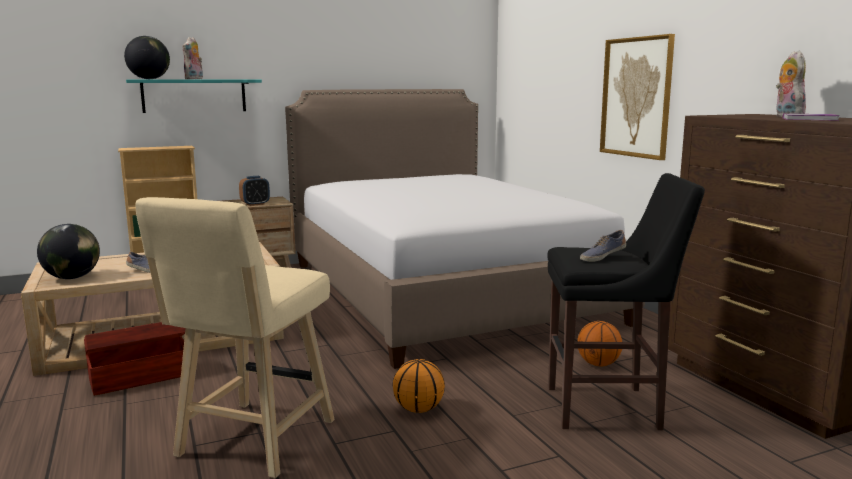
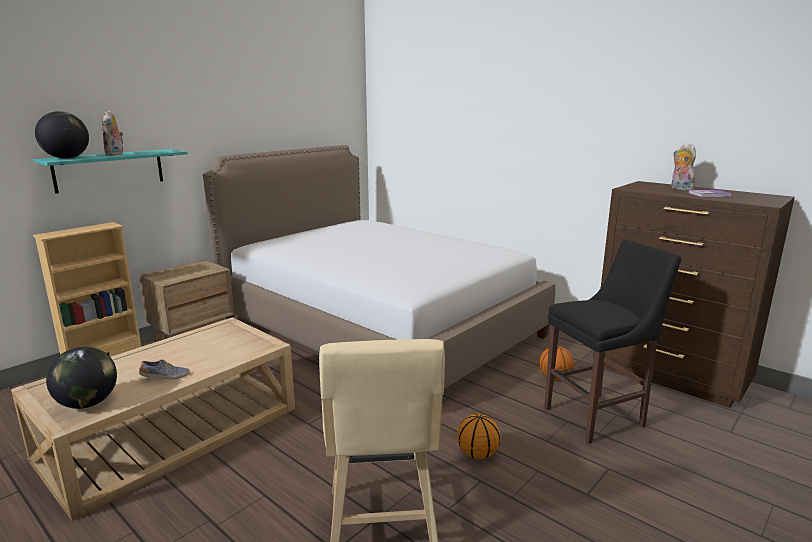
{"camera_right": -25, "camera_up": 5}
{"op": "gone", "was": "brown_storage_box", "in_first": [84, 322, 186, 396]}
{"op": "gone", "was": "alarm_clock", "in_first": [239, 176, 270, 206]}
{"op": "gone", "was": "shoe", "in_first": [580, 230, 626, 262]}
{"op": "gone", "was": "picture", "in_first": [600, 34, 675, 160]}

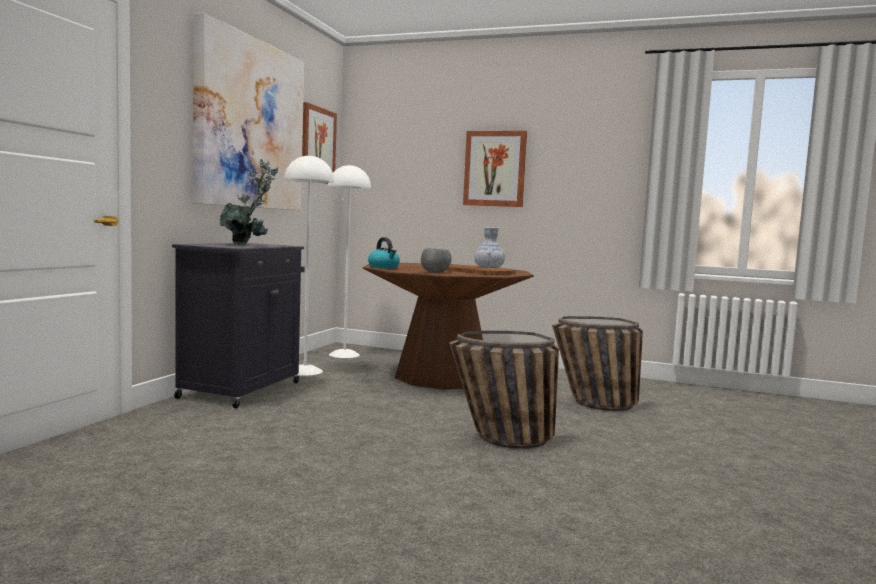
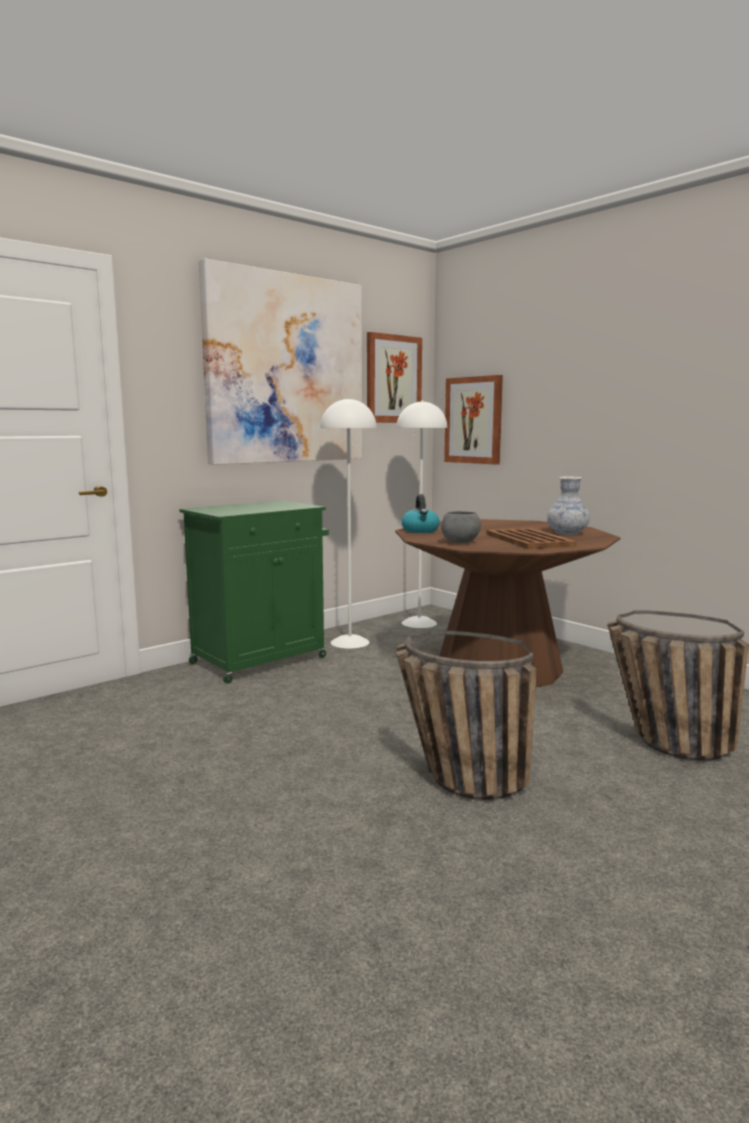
{"camera_right": 30, "camera_up": 5}
{"op": "repainted", "was": "black_cabinet", "now": "green_cabinet", "in_first": [172, 243, 304, 408], "in_second": [179, 500, 329, 684]}
{"op": "gone", "was": "potted_plant", "in_first": [220, 159, 278, 246]}
{"op": "shifted", "was": "picture", "in_first": [463, 131, 527, 207], "in_second": [444, 375, 503, 465]}

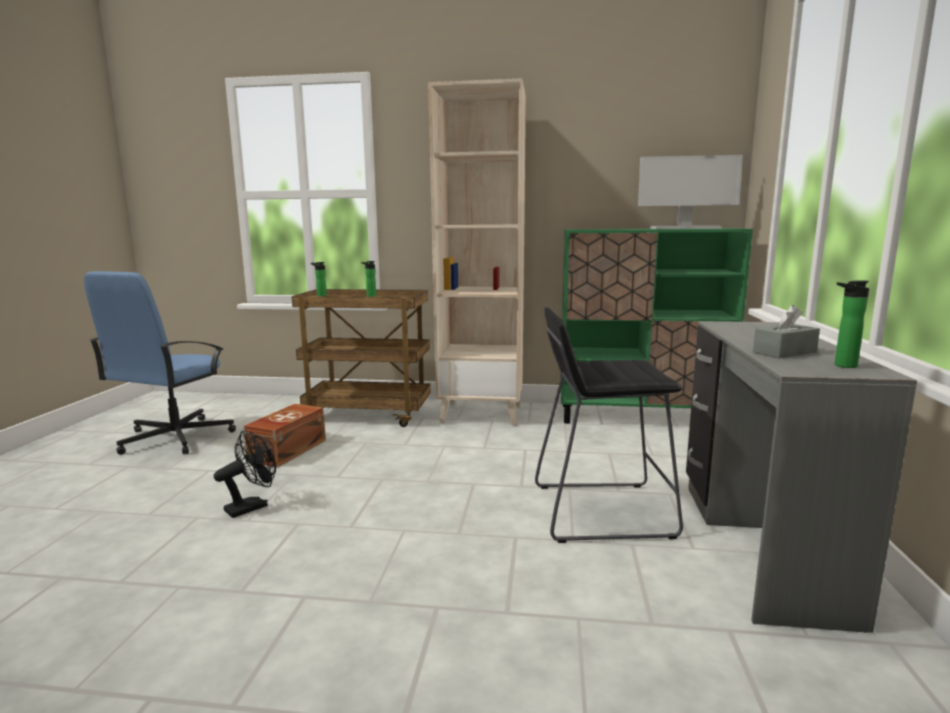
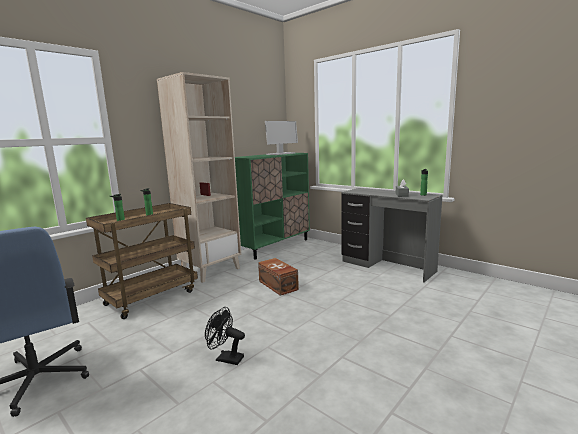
{"camera_right": -55, "camera_up": 0}
{"op": "rotated", "was": "black_fan", "in_first": [214, 430, 276, 518], "in_second": [205, 307, 245, 365], "clockwise": -60}
{"op": "shifted", "was": "brown_storage_box", "in_first": [244, 404, 326, 468], "in_second": [258, 258, 299, 296]}
{"op": "gone", "was": "black_stool", "in_first": [535, 307, 683, 543]}

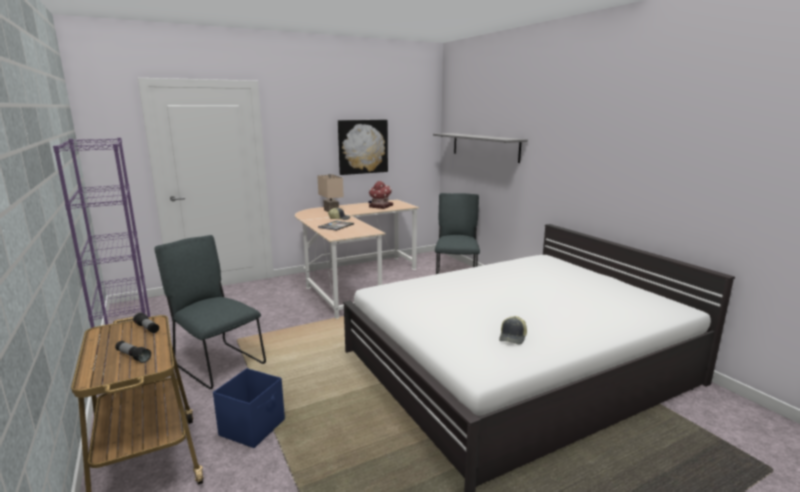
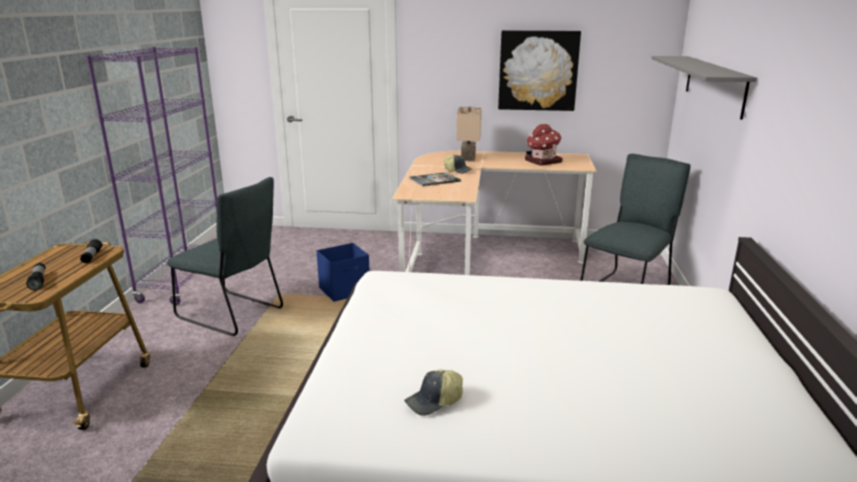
{"camera_right": 35, "camera_up": 5}
{"op": "rotated", "was": "grey_chair", "in_first": [155, 235, 266, 389], "in_second": [167, 177, 283, 336], "clockwise": 135}
{"op": "shifted", "was": "blue_storage_box", "in_first": [213, 368, 285, 448], "in_second": [317, 243, 370, 302]}

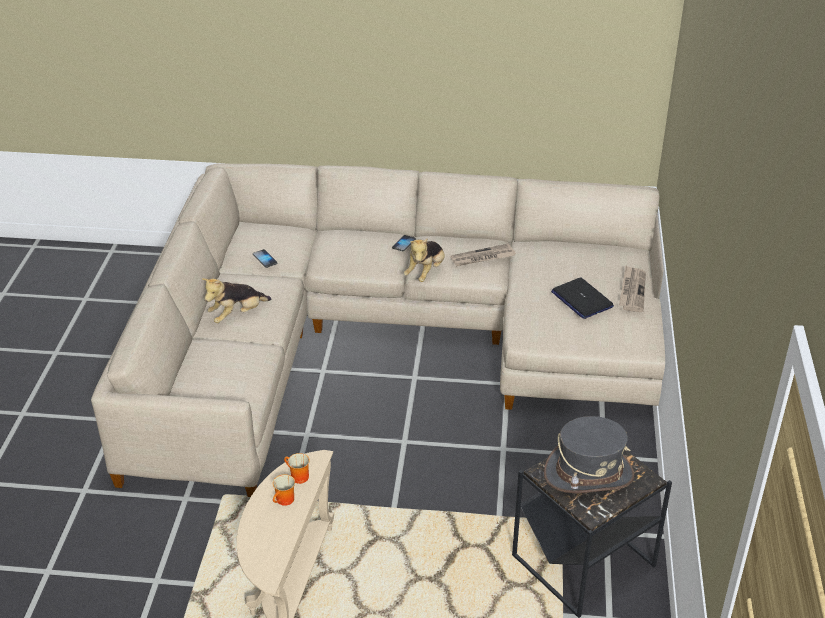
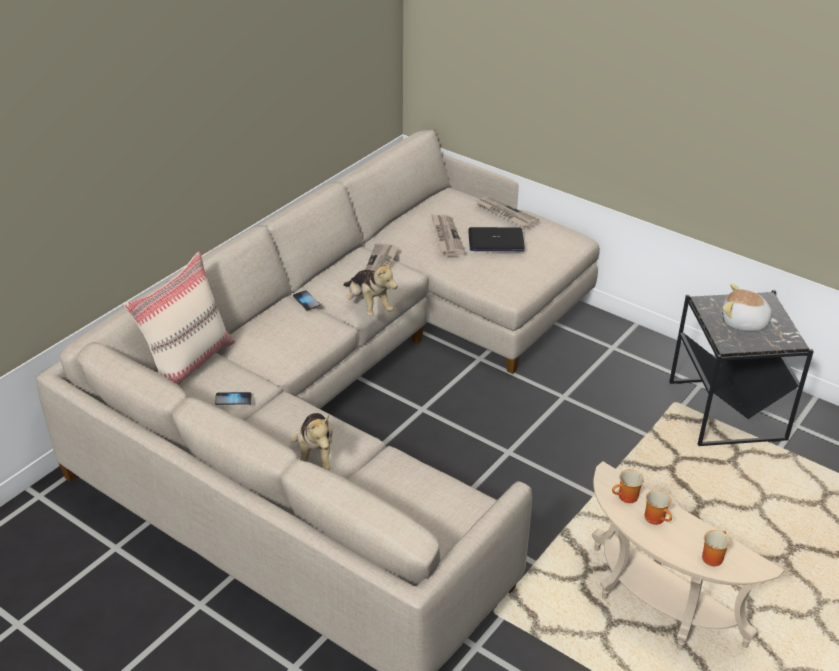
{"camera_right": -60, "camera_up": 0}
{"op": "swapped", "was": "grey_hat", "now": "plush_toy", "in_first": [544, 416, 634, 493], "in_second": [722, 284, 778, 332]}
{"op": "new", "now": "beige_pillow", "in_second": [124, 252, 235, 385]}
{"op": "new", "now": "newspaper", "in_second": [431, 214, 465, 256]}
{"op": "new", "now": "mug", "in_second": [702, 530, 730, 566]}

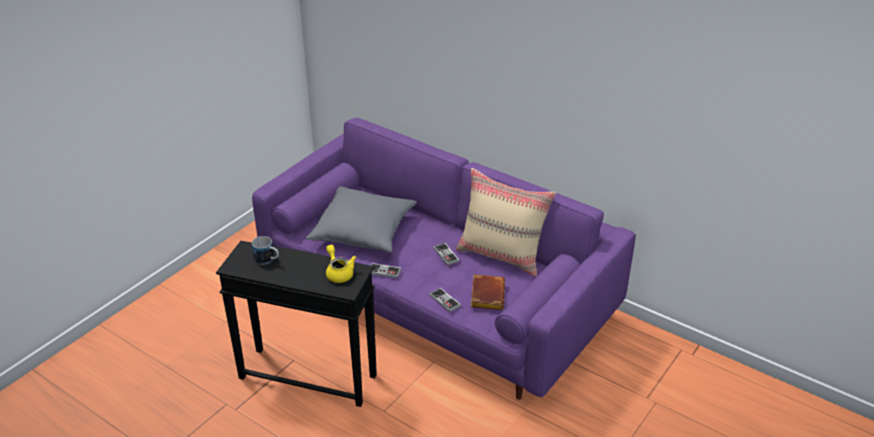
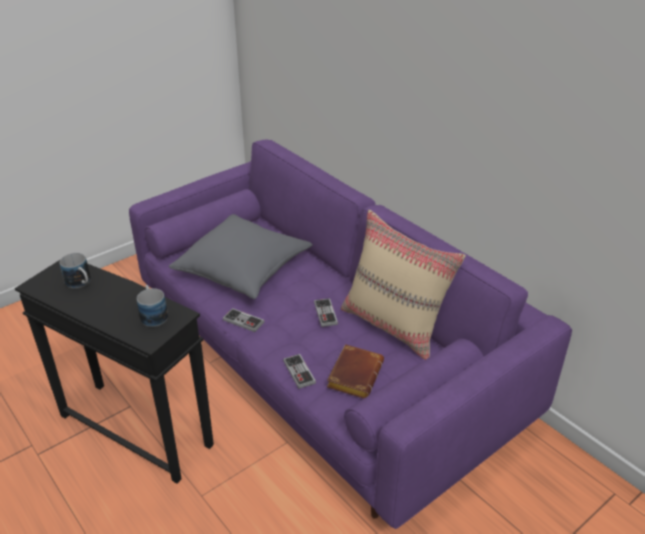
{"camera_right": 15, "camera_up": 0}
{"op": "swapped", "was": "yellow_teapot", "now": "mug", "in_first": [326, 245, 356, 283], "in_second": [137, 285, 168, 327]}

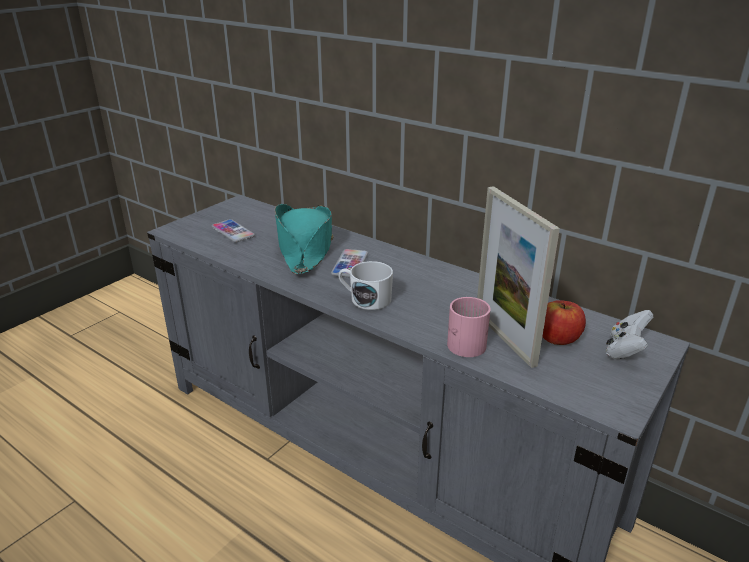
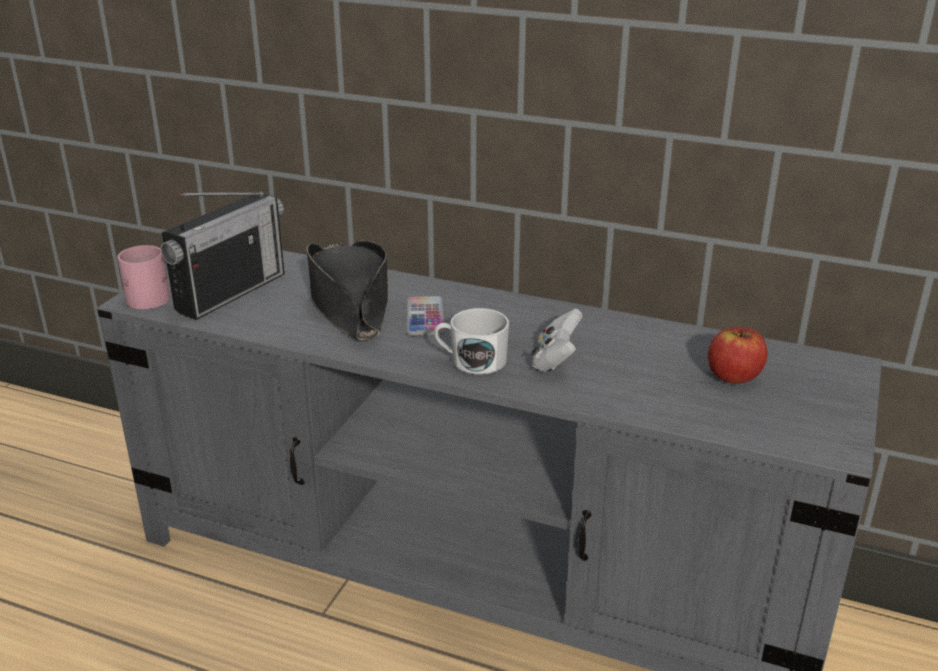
{"camera_right": -15, "camera_up": 0}
{"op": "swapped", "was": "phone", "now": "radio", "in_first": [212, 219, 255, 243], "in_second": [161, 191, 285, 320]}
{"op": "repainted", "was": "turquoise_hat", "now": "black_hat", "in_first": [275, 204, 333, 274], "in_second": [307, 240, 389, 340]}
{"op": "shifted", "was": "pink_mug", "in_first": [447, 297, 491, 357], "in_second": [117, 245, 170, 309]}
{"op": "gone", "was": "picture_frame", "in_first": [477, 186, 560, 368]}
{"op": "shifted", "was": "white_game_controller", "in_first": [606, 310, 653, 359], "in_second": [531, 309, 582, 372]}

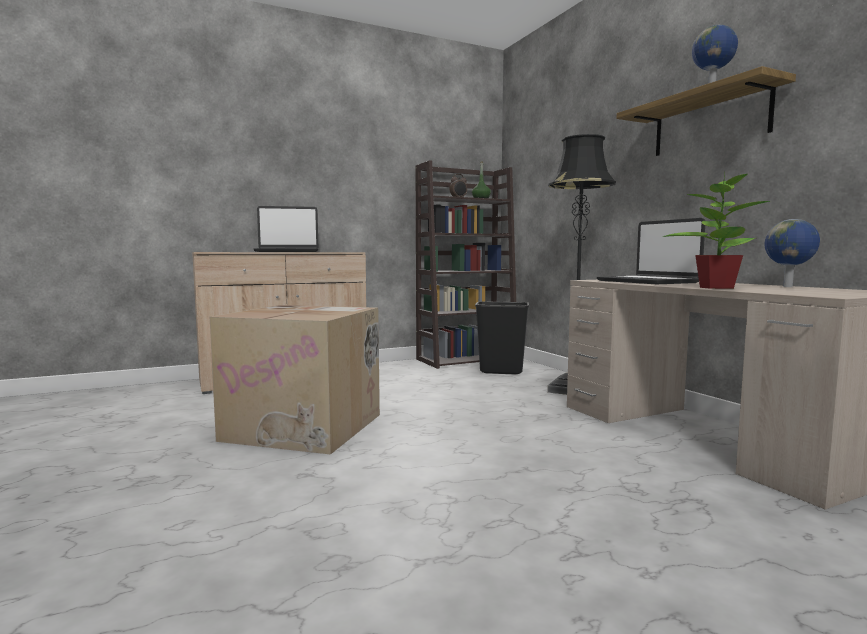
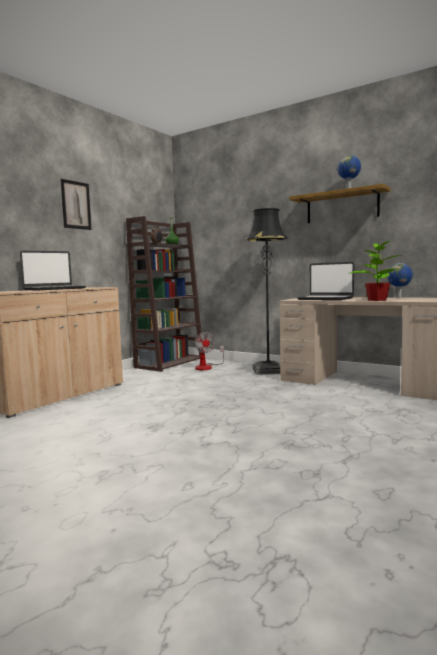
{"camera_right": -30, "camera_up": 0}
{"op": "gone", "was": "cardboard_box", "in_first": [210, 305, 380, 454]}
{"op": "swapped", "was": "black_trash_can", "now": "fan", "in_first": [475, 301, 529, 374], "in_second": [195, 332, 224, 370]}
{"op": "new", "now": "picture", "in_second": [61, 179, 91, 230]}

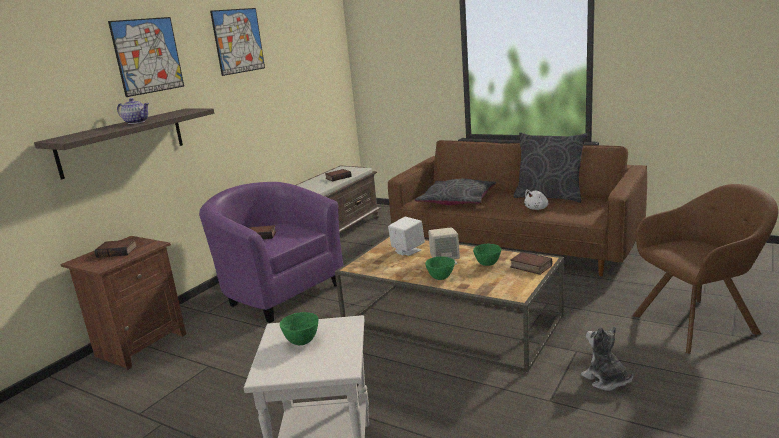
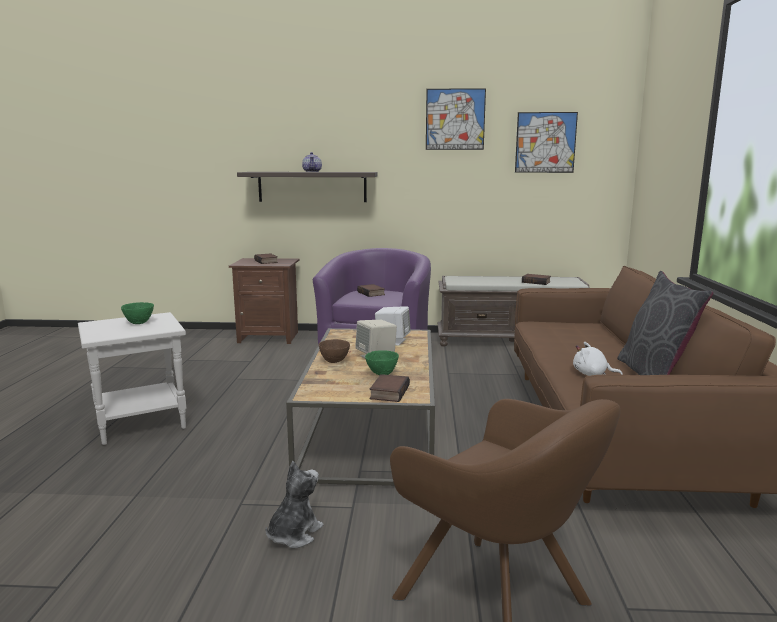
{"camera_right": 60, "camera_up": -5}
{"op": "shifted", "was": "picture", "in_first": [108, 17, 184, 97], "in_second": [515, 112, 578, 173]}
{"op": "gone", "was": "grey_pillow", "in_first": [415, 179, 496, 205]}
{"op": "repainted", "was": "green_bowl", "now": "brown_bowl", "in_first": [425, 257, 455, 280], "in_second": [319, 339, 350, 363]}

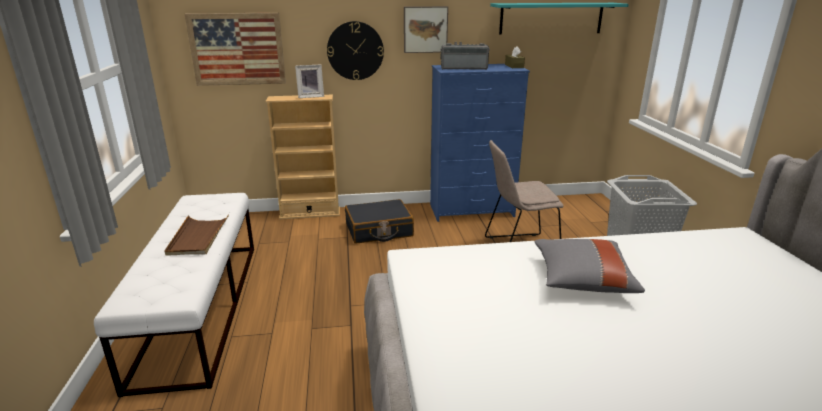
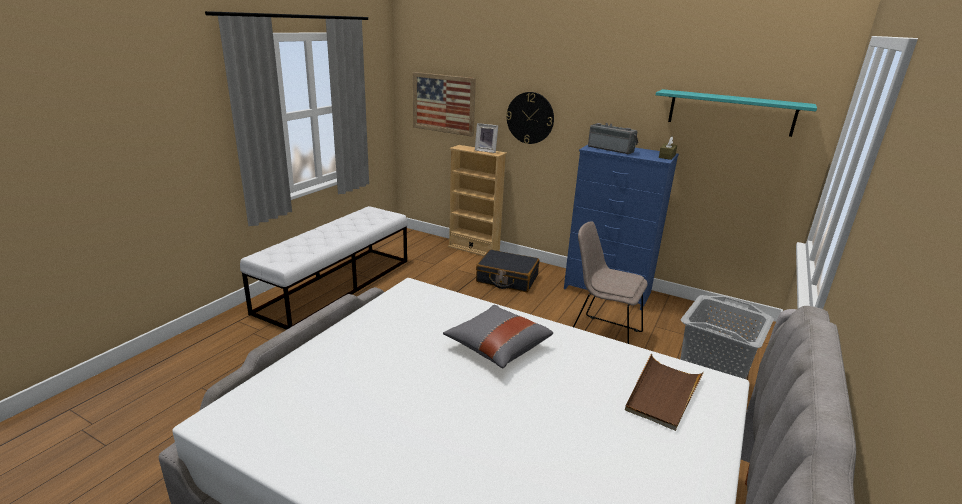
{"camera_right": 35, "camera_up": 0}
{"op": "shifted", "was": "brown_tray", "in_first": [165, 214, 229, 256], "in_second": [625, 354, 704, 431]}
{"op": "gone", "was": "picture", "in_first": [404, 6, 448, 53]}

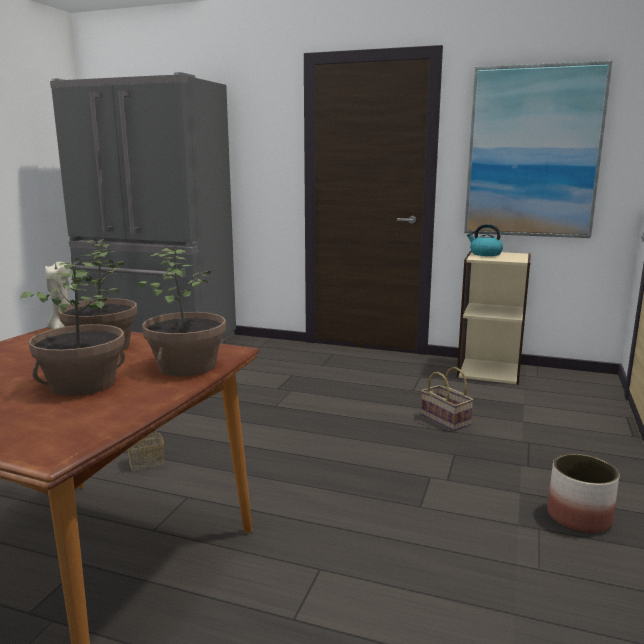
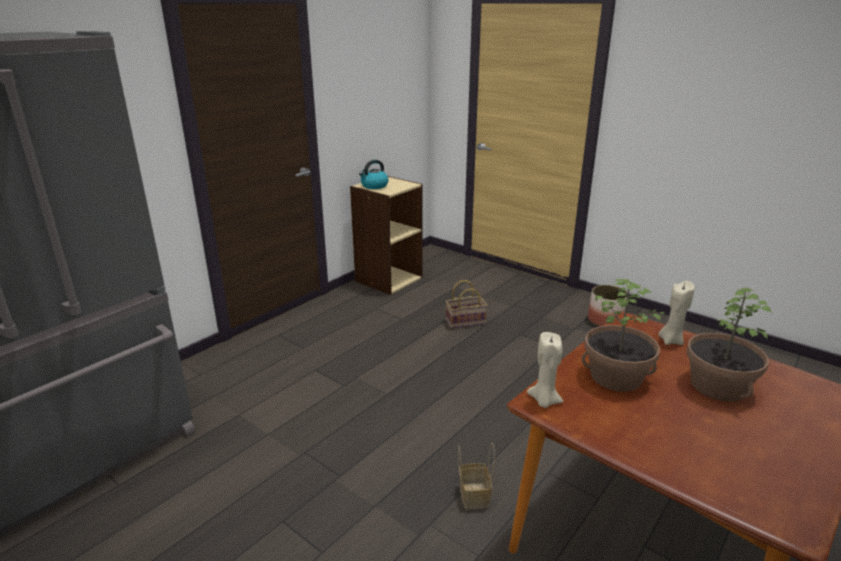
{"camera_right": -70, "camera_up": 10}
{"op": "swapped", "was": "potted_plant", "now": "beige_candle", "in_first": [138, 247, 226, 376], "in_second": [658, 281, 695, 345]}
{"op": "gone", "was": "picture", "in_first": [464, 61, 612, 238]}

